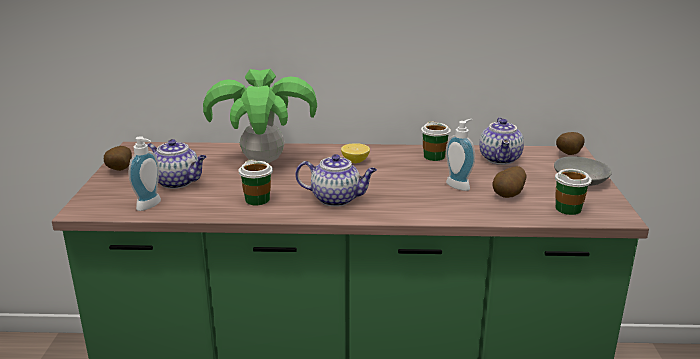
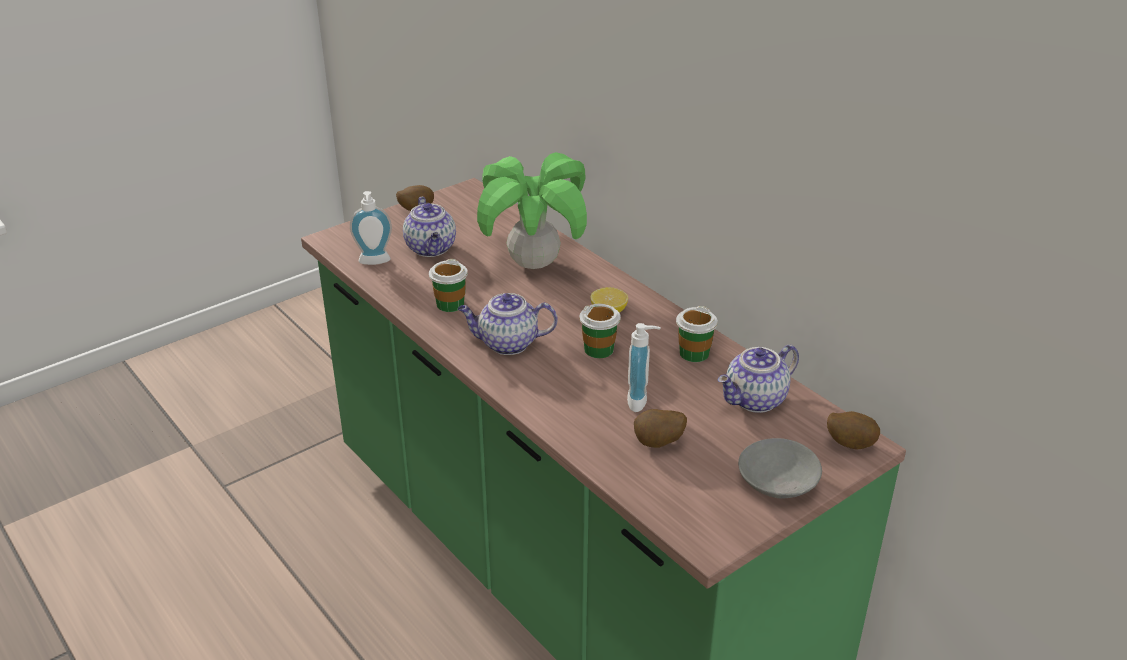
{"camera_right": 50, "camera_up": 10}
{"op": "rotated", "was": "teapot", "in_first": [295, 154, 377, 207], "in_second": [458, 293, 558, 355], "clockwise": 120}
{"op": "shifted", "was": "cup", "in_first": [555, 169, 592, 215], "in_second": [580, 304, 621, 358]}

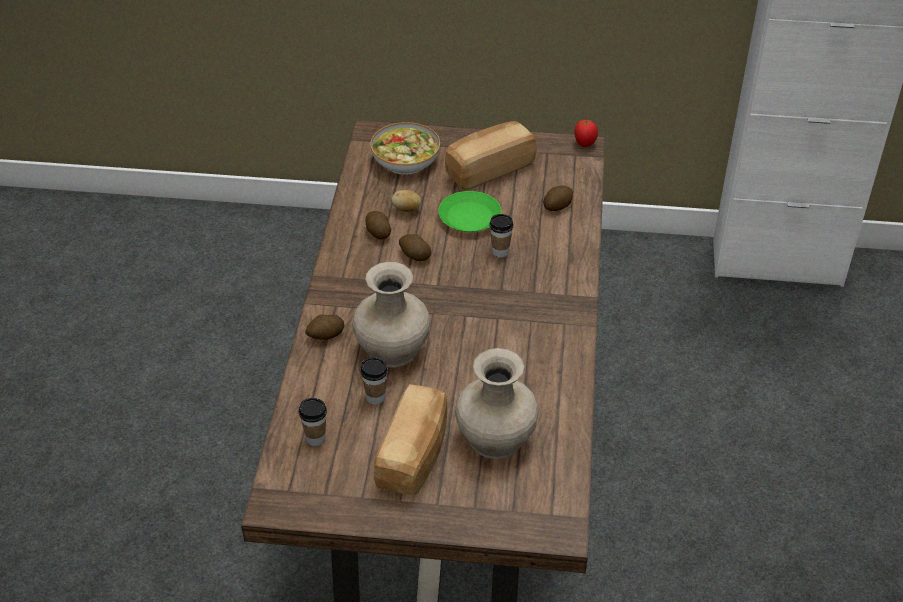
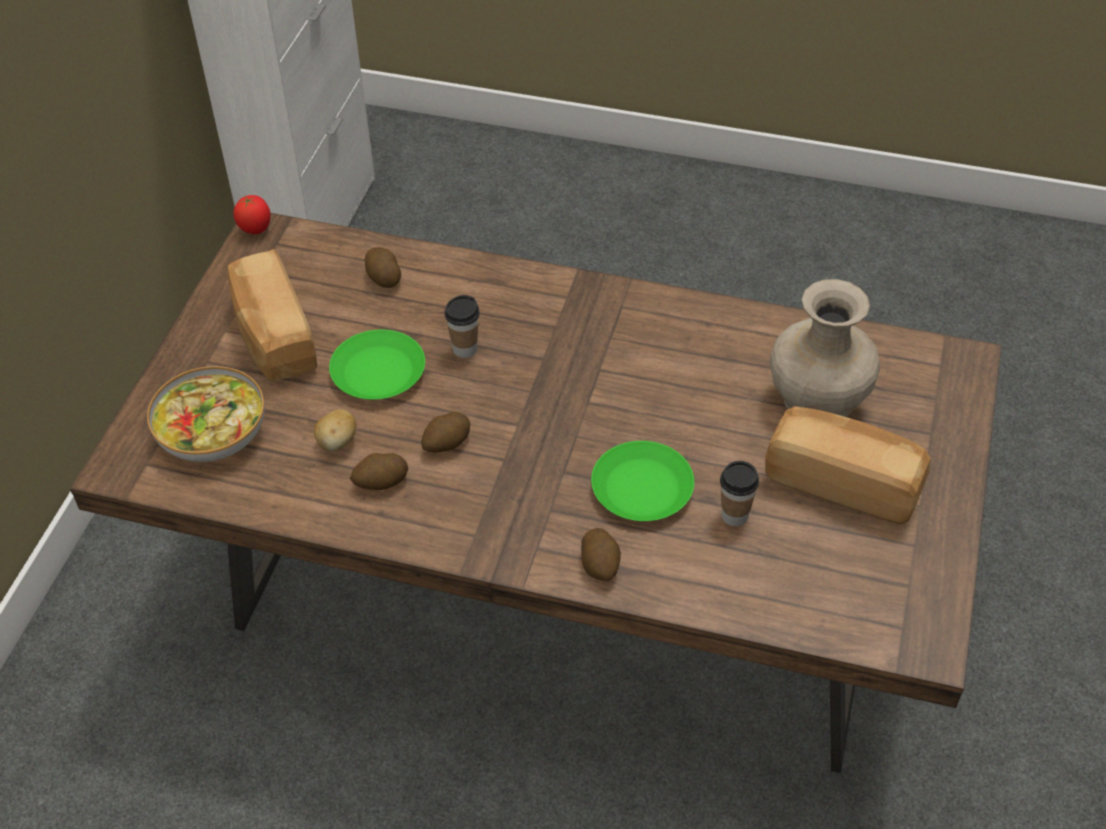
{"camera_right": -80, "camera_up": 5}
{"op": "gone", "was": "cup", "in_first": [299, 398, 327, 446]}
{"op": "swapped", "was": "beige_vase", "now": "green_plate", "in_first": [352, 262, 430, 368], "in_second": [591, 441, 694, 521]}

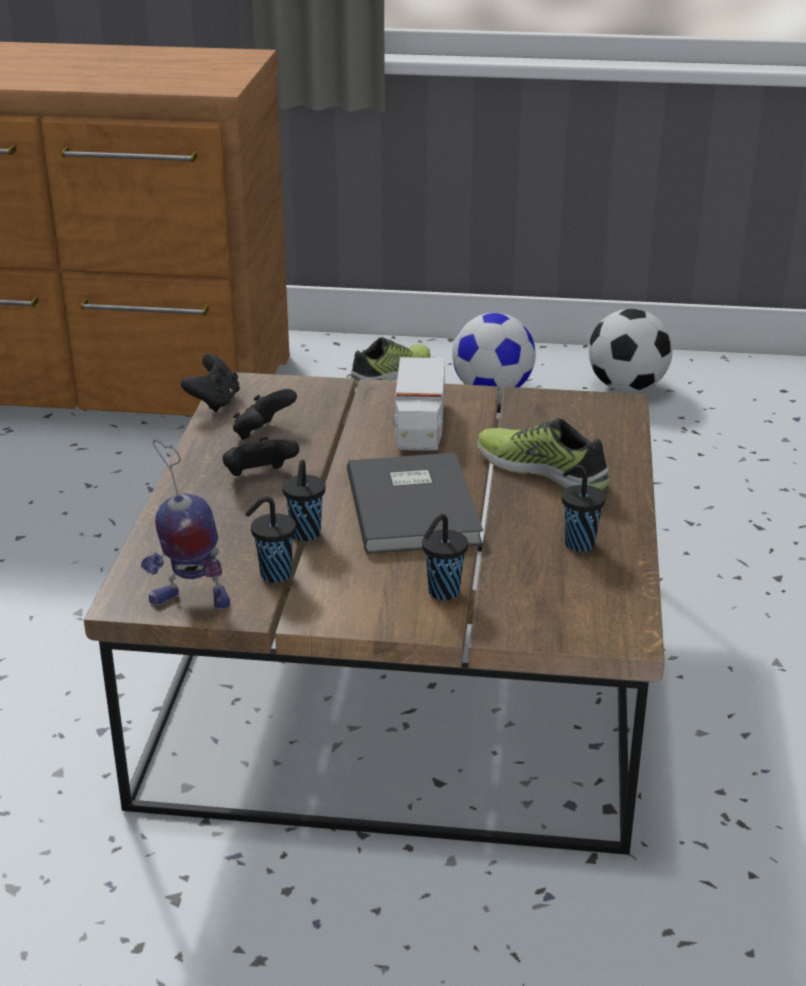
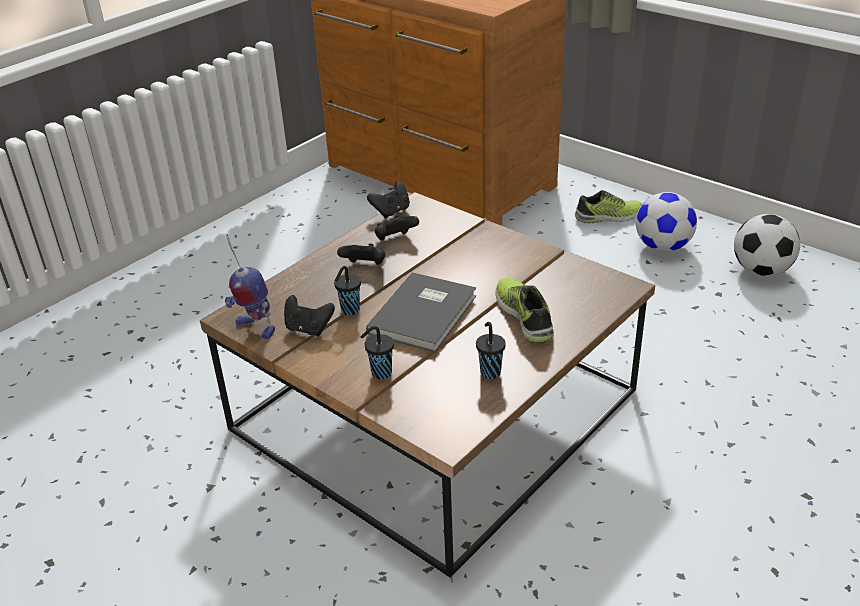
{"camera_right": 35, "camera_up": 5}
{"op": "swapped", "was": "black_cup", "now": "black_game_controller", "in_first": [245, 497, 296, 583], "in_second": [284, 295, 335, 336]}
{"op": "gone", "was": "toy_truck", "in_first": [393, 357, 445, 450]}

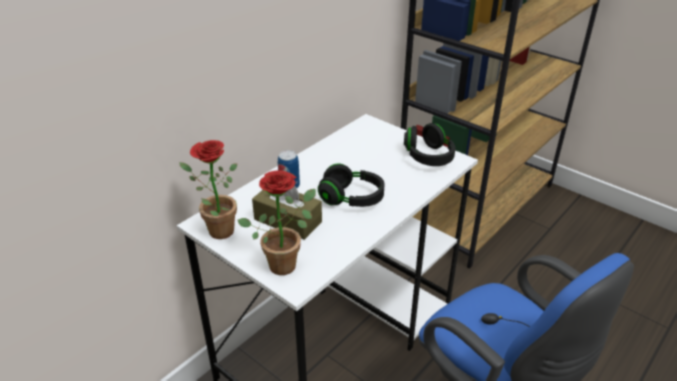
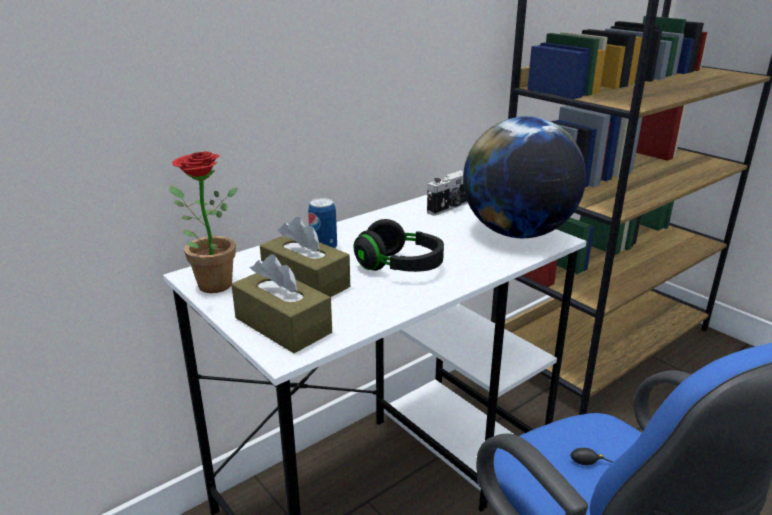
{"camera_right": 10, "camera_up": -10}
{"op": "swapped", "was": "potted_plant", "now": "brown_tissue_box", "in_first": [238, 170, 316, 275], "in_second": [231, 254, 332, 353]}
{"op": "swapped", "was": "black_headphones", "now": "globe", "in_first": [404, 123, 456, 166], "in_second": [463, 116, 586, 238]}
{"op": "new", "now": "photo_camera", "in_second": [427, 170, 468, 216]}

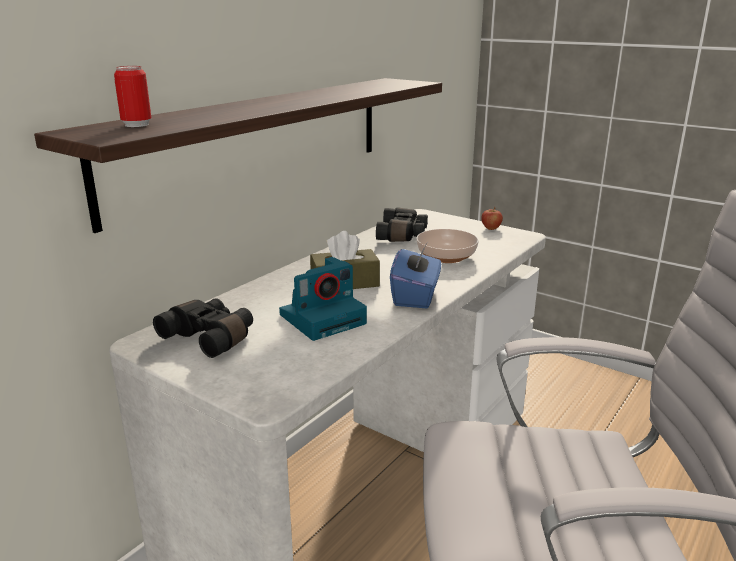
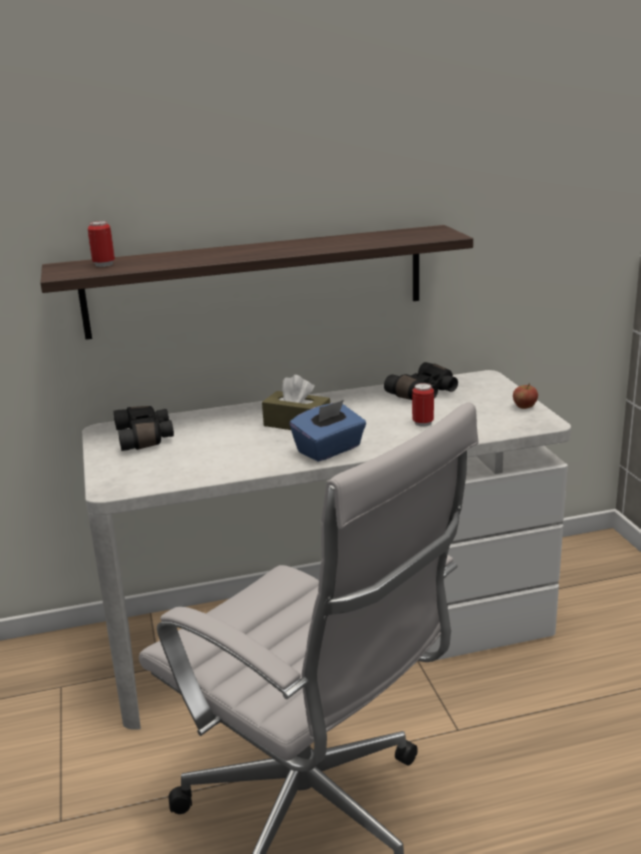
{"camera_right": 40, "camera_up": 0}
{"op": "gone", "was": "photo_camera", "in_first": [279, 257, 367, 341]}
{"op": "swapped", "was": "bowl", "now": "can", "in_first": [416, 229, 479, 263], "in_second": [412, 383, 434, 427]}

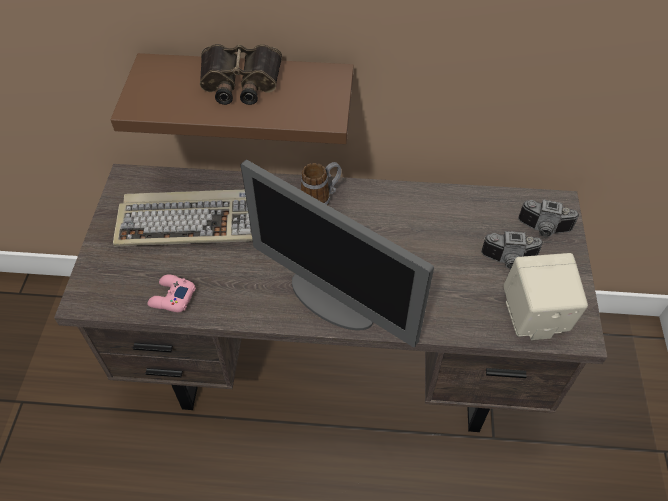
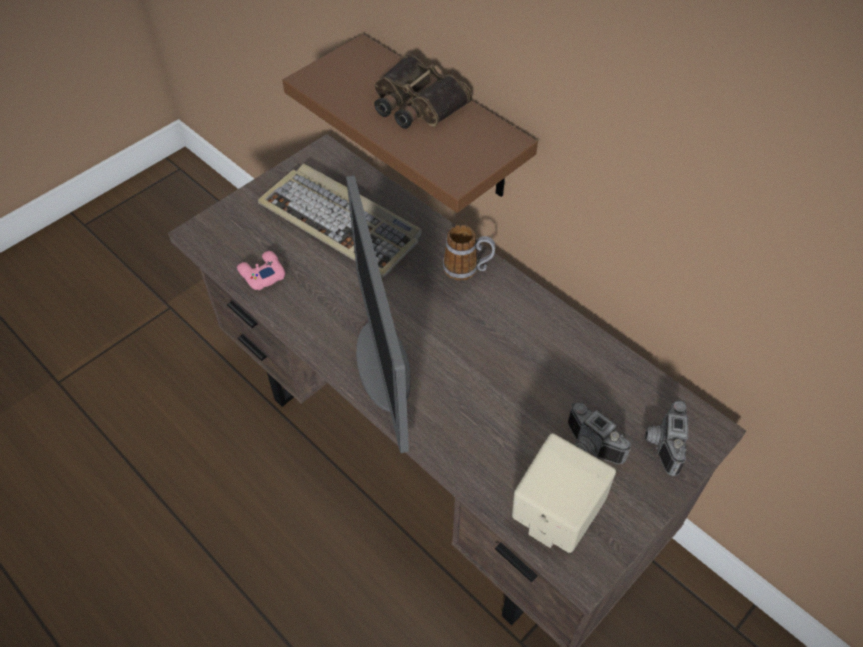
{"camera_right": 40, "camera_up": 0}
{"op": "rotated", "was": "photo_camera", "in_first": [518, 199, 580, 237], "in_second": [645, 399, 688, 476], "clockwise": 45}

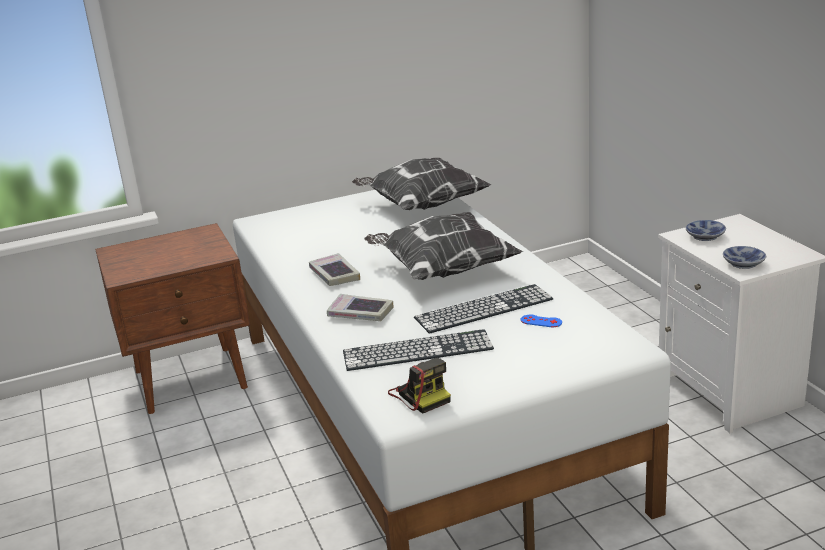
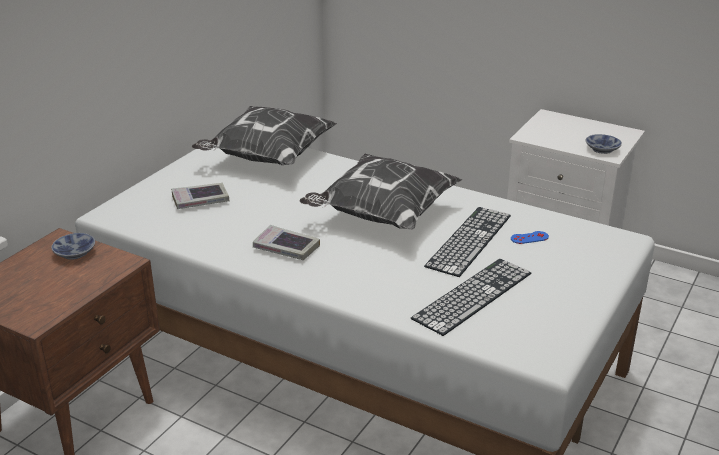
{"camera_right": -40, "camera_up": 5}
{"op": "shifted", "was": "book", "in_first": [327, 294, 393, 321], "in_second": [171, 183, 229, 209]}
{"op": "gone", "was": "photo_camera", "in_first": [388, 357, 451, 414]}
{"op": "shifted", "was": "bowl", "in_first": [686, 220, 726, 241], "in_second": [51, 233, 95, 260]}

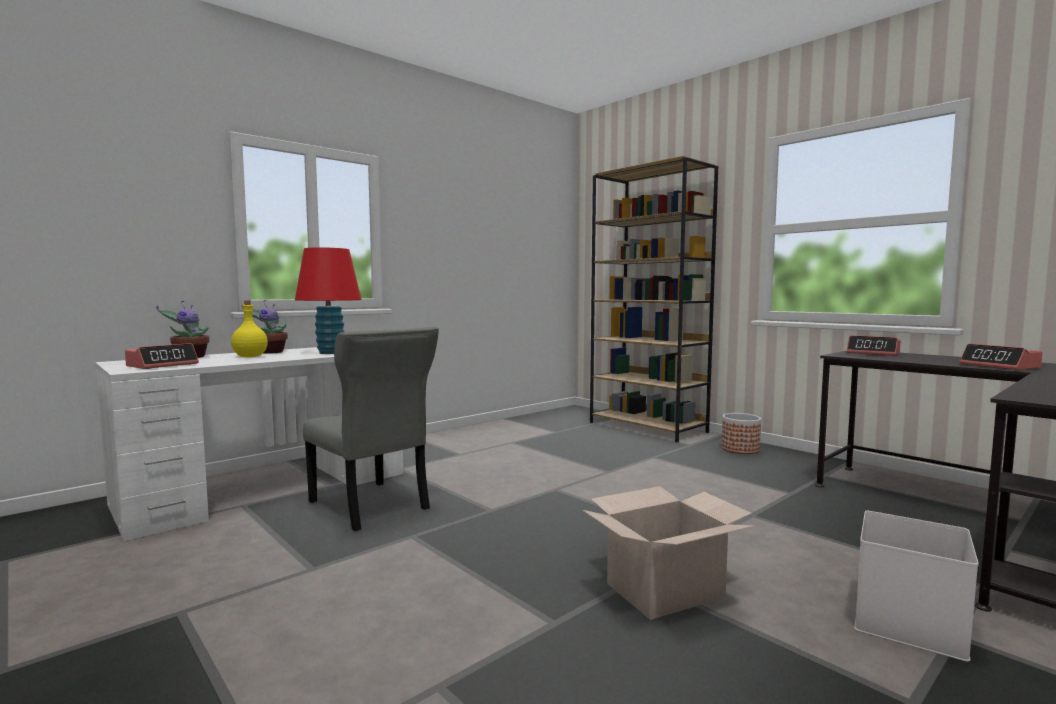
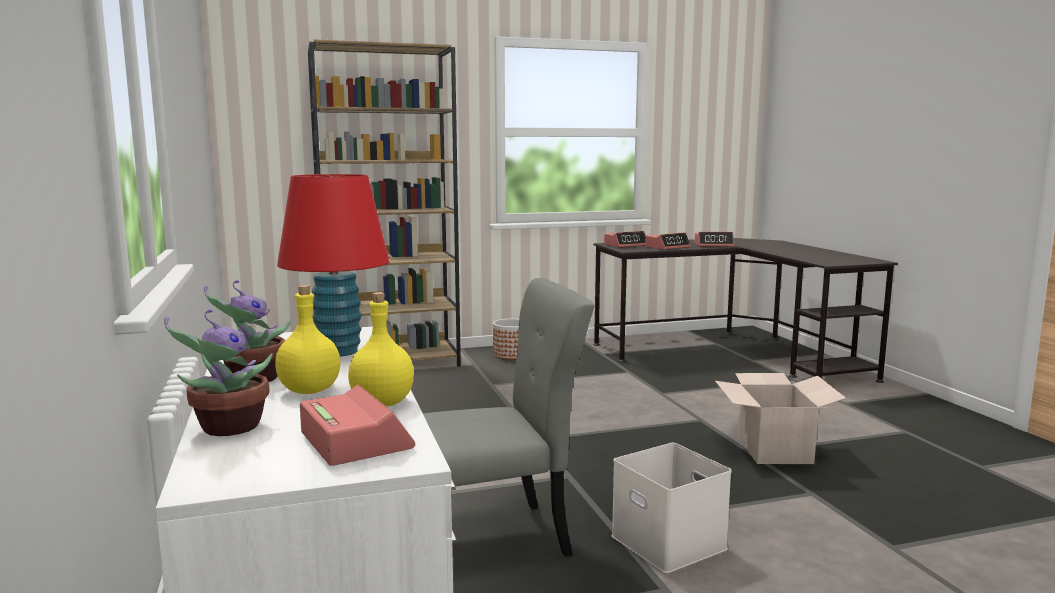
{"camera_right": -65, "camera_up": 5}
{"op": "shifted", "was": "white_storage_box", "in_first": [854, 511, 979, 662], "in_second": [611, 443, 732, 573]}
{"op": "new", "now": "yellow_bottle", "in_second": [348, 292, 414, 407]}
{"op": "new", "now": "alarm_clock", "in_second": [645, 232, 691, 250]}

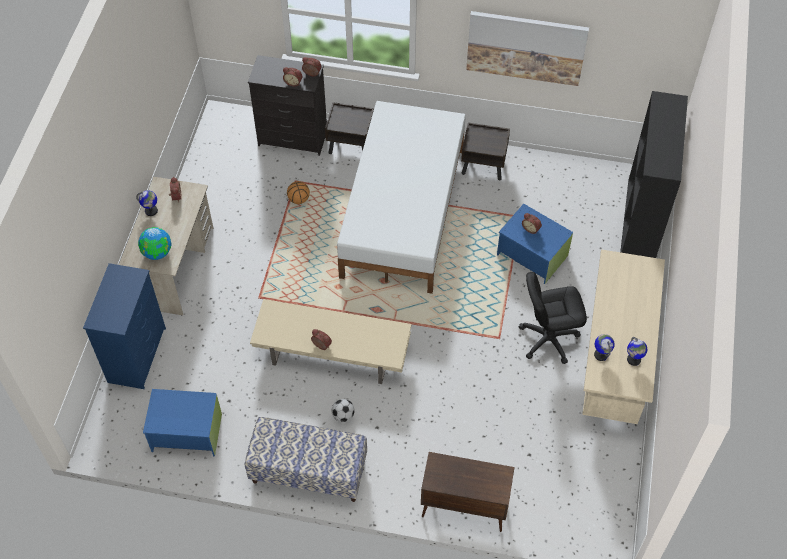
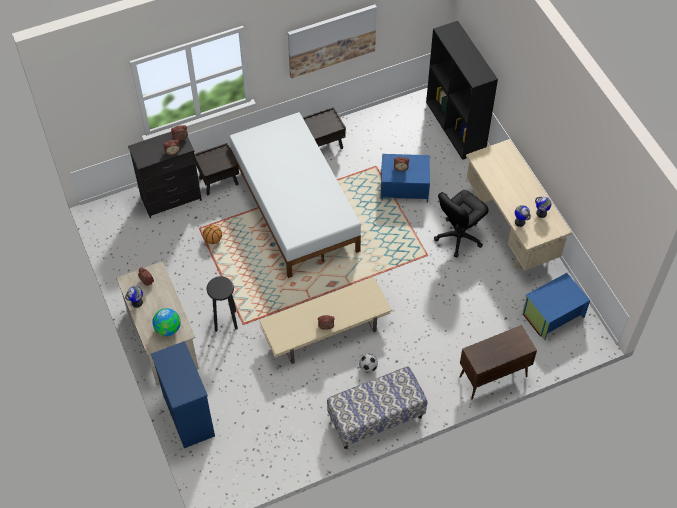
{"camera_right": -35, "camera_up": 0}
{"op": "shifted", "was": "blue_storage_box", "in_first": [143, 389, 222, 456], "in_second": [523, 273, 590, 340]}
{"op": "new", "now": "black_stool", "in_second": [207, 276, 238, 332]}

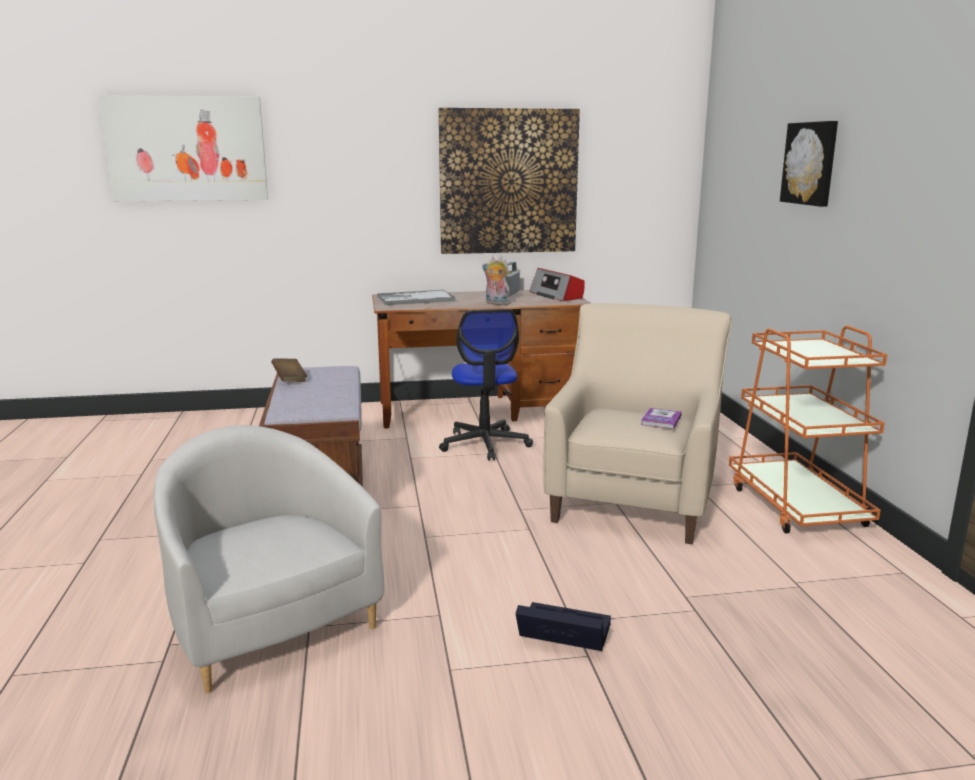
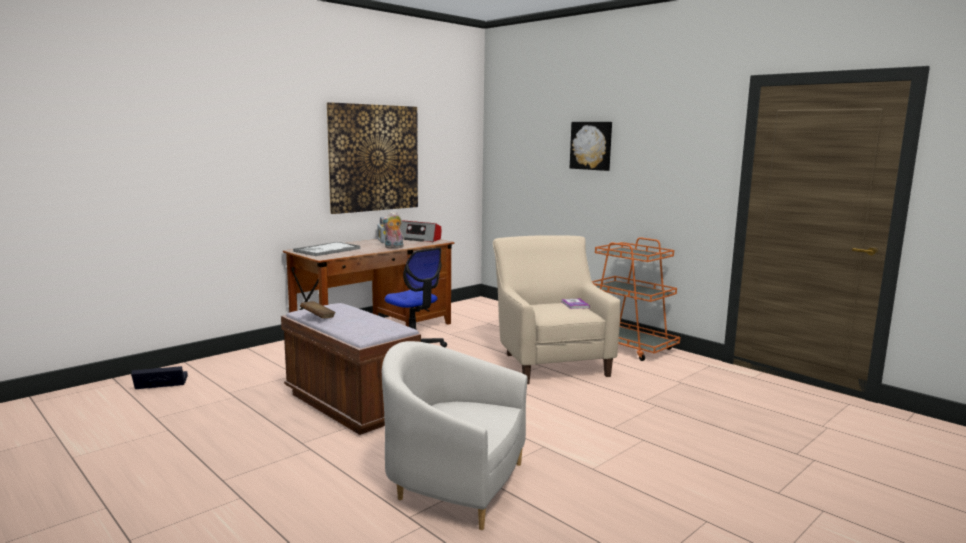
{"camera_right": -35, "camera_up": -5}
{"op": "gone", "was": "picture", "in_first": [99, 95, 268, 201]}
{"op": "shifted", "was": "black_storage_box", "in_first": [516, 602, 611, 651], "in_second": [131, 366, 188, 389]}

